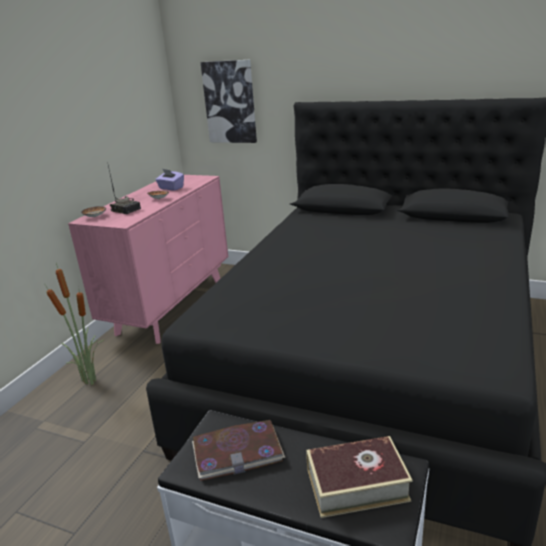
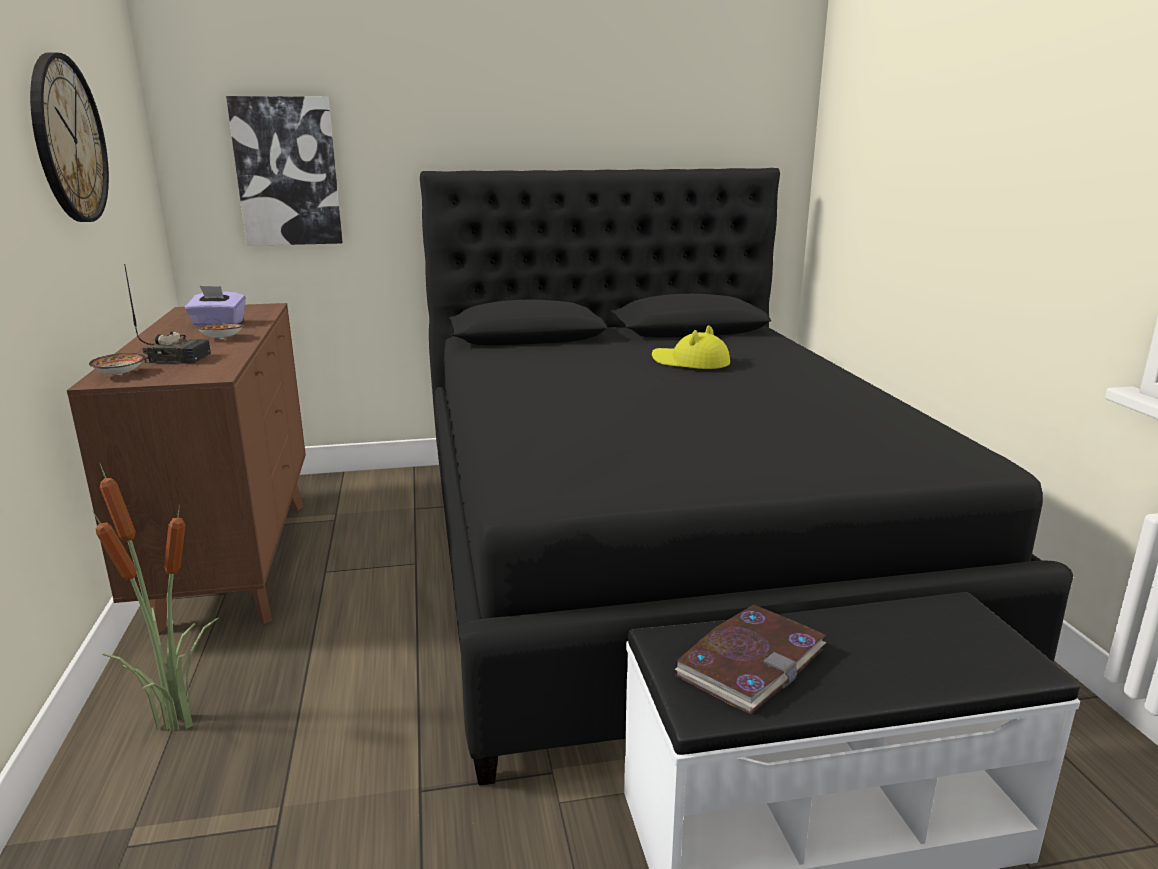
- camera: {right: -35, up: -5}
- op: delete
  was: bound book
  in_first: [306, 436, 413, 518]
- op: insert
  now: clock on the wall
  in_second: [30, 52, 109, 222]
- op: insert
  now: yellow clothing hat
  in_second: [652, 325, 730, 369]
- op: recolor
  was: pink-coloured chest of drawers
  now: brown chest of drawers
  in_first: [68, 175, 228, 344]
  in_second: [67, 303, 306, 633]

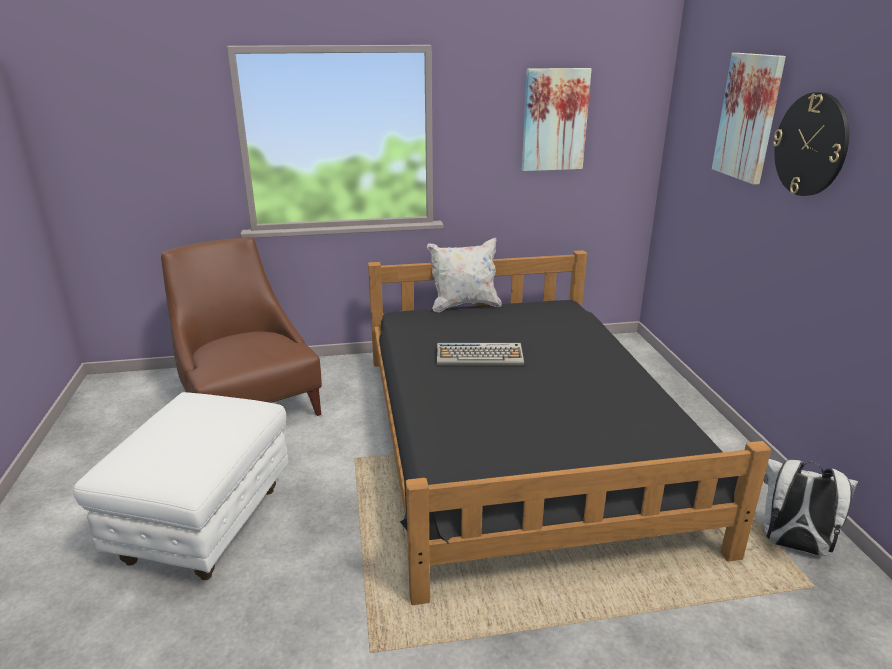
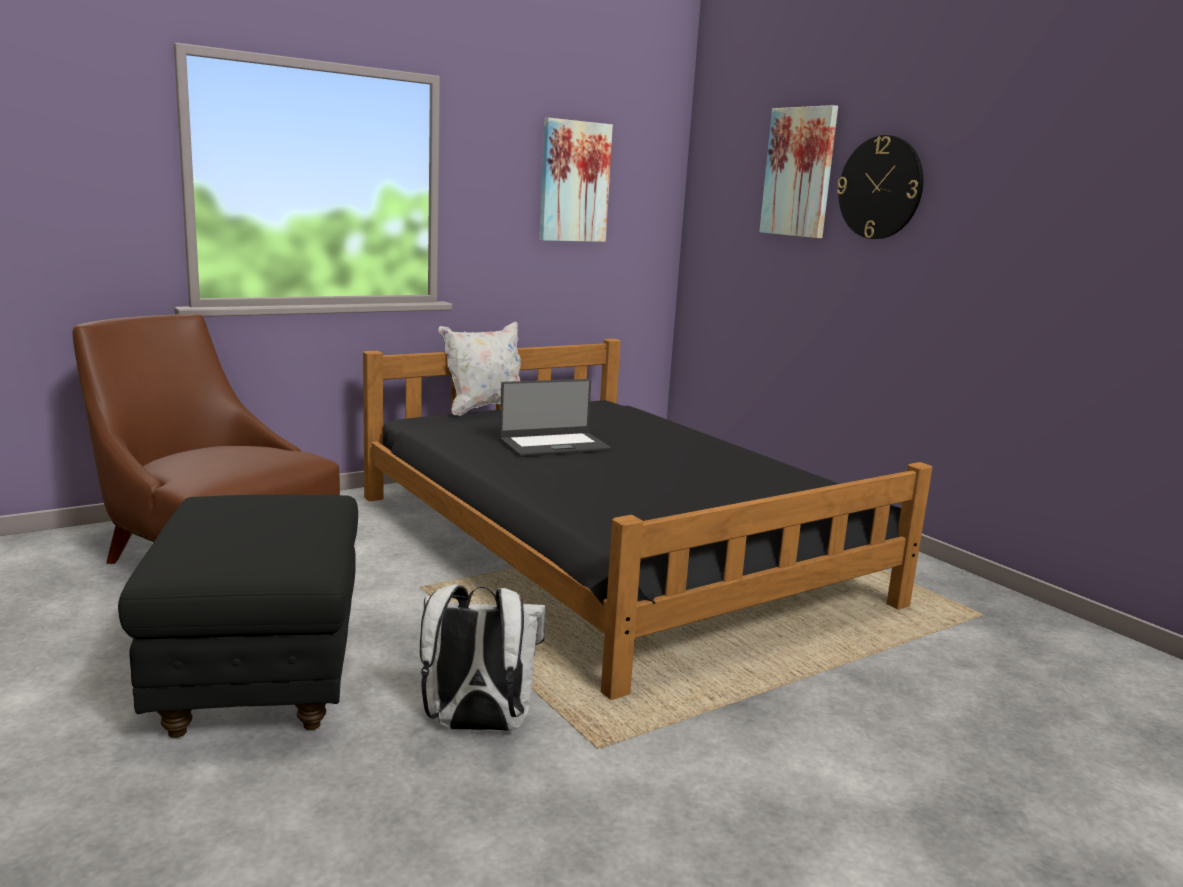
- camera: {right: -25, up: -10}
- op: move
  was: whitish knapsack
  in_first: [763, 459, 858, 556]
  in_second: [420, 584, 545, 731]
- op: replace
  was: computer keyboard
  now: laptop
  in_first: [437, 343, 524, 366]
  in_second: [500, 379, 611, 457]
- op: recolor
  was: whitish footrest
  now: black footrest
  in_first: [74, 392, 288, 580]
  in_second: [118, 495, 358, 738]

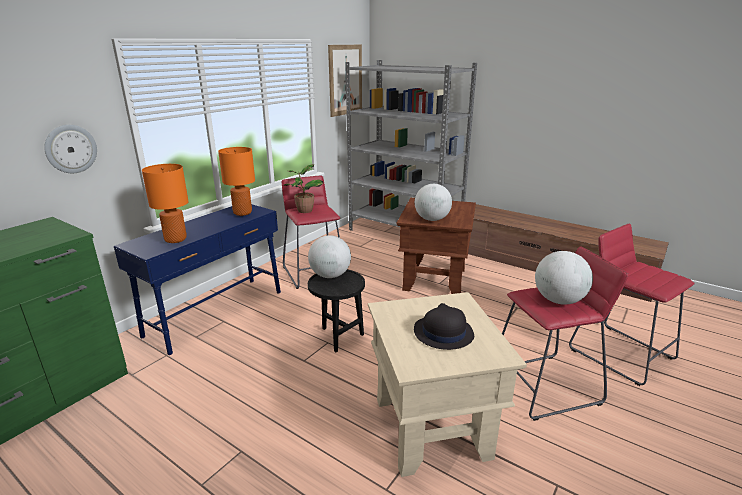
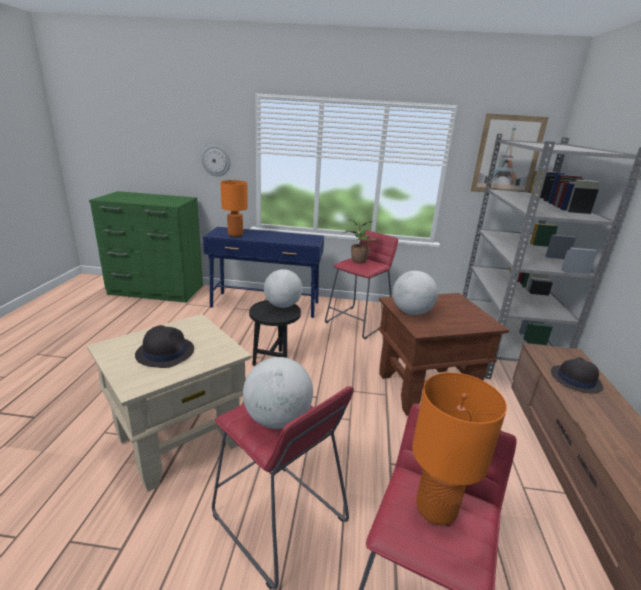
- camera: {right: 60, up: 0}
- op: insert
  now: black clothing hat
  in_second: [551, 357, 603, 393]
- op: move
  was: orangey tabletop lamp
  in_first: [218, 147, 255, 216]
  in_second: [412, 372, 507, 526]

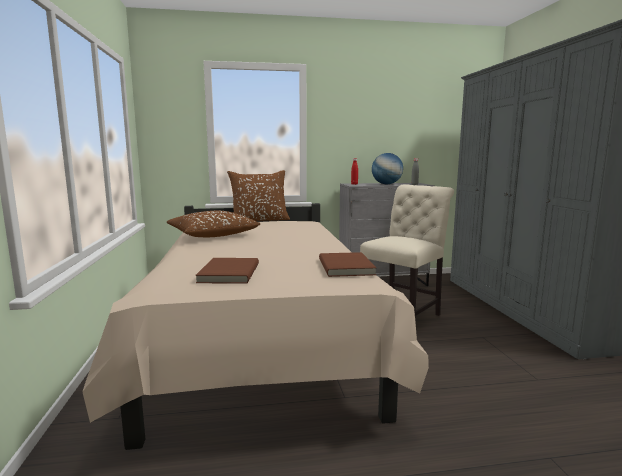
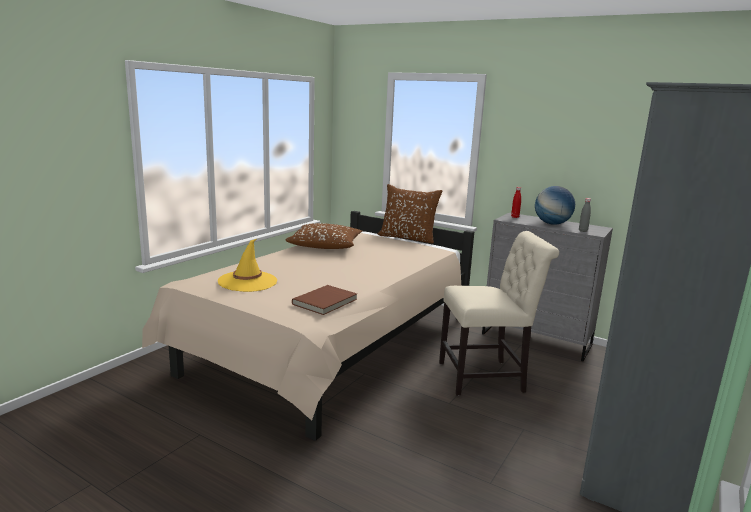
- camera: {right: 40, up: 5}
- op: replace
  was: brown bound book
  now: yellow clothing hat
  in_first: [195, 258, 259, 284]
  in_second: [218, 239, 277, 292]

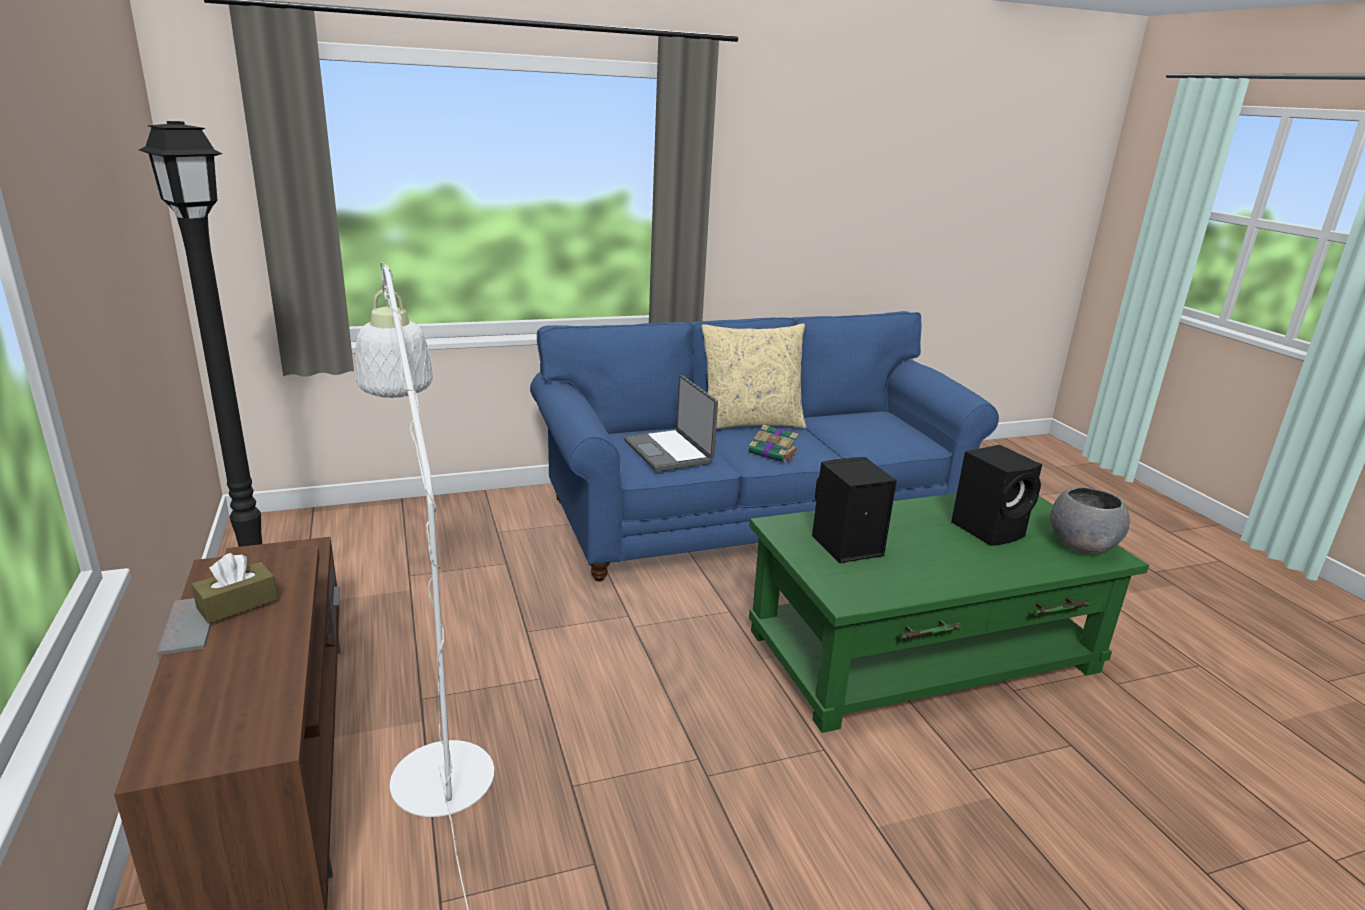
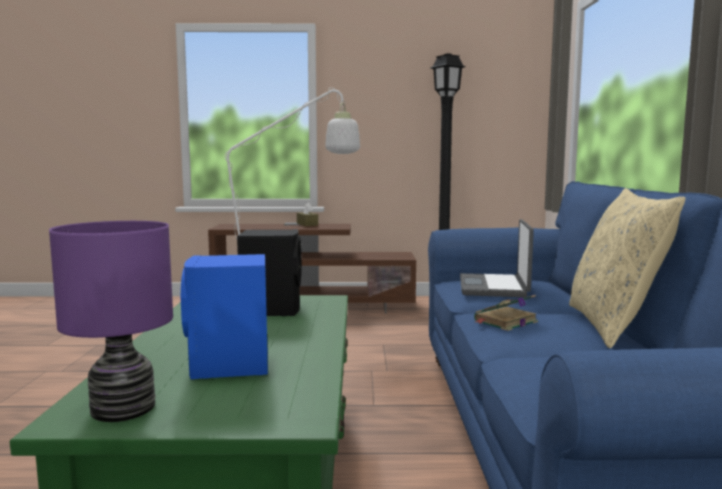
- camera: {right: 110, up: -15}
- op: replace
  was: grey bowl
  now: purple tabletop lamp
  in_first: [1050, 487, 1130, 555]
  in_second: [49, 221, 173, 422]
- op: recolor
  was: black audio speaker
  now: blue-coloured audio speaker
  in_first: [951, 445, 1042, 546]
  in_second: [181, 254, 268, 379]
- op: rotate
  was: laptop
  in_first: [624, 375, 718, 472]
  in_second: [460, 219, 534, 297]
  clockwise: -75

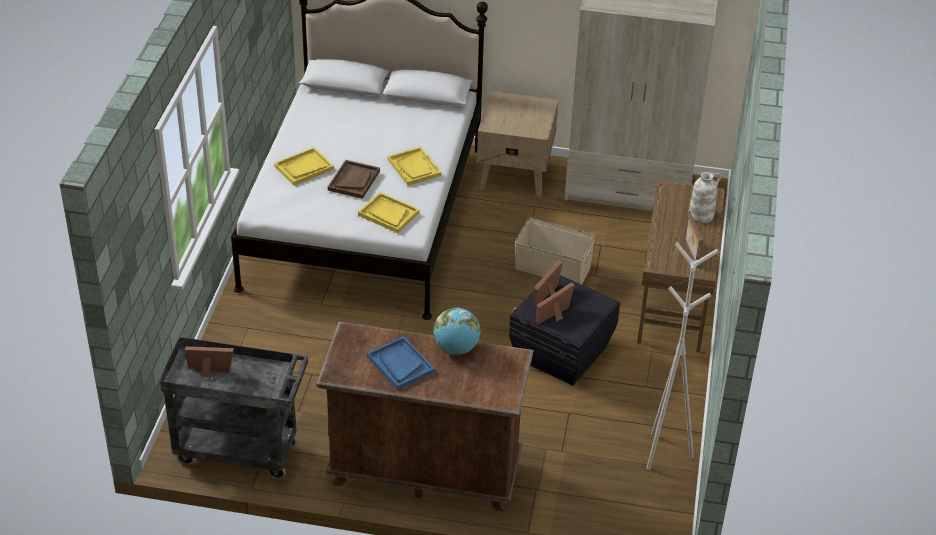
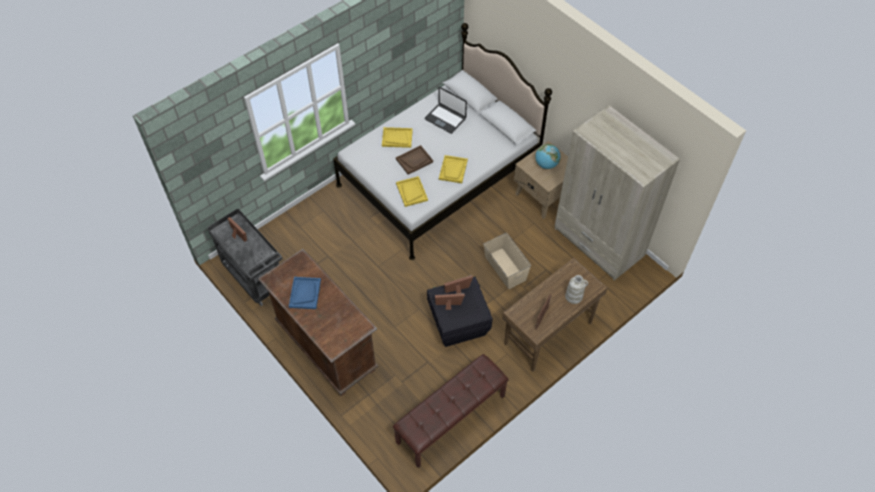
- camera: {right: 40, up: 15}
- op: insert
  now: laptop
  in_second: [425, 87, 467, 134]
- op: move
  was: desk globe
  in_first: [433, 308, 481, 355]
  in_second: [535, 144, 560, 169]
- op: replace
  was: grey garment rack
  now: brown long seat
  in_first: [646, 242, 719, 470]
  in_second: [393, 354, 509, 468]

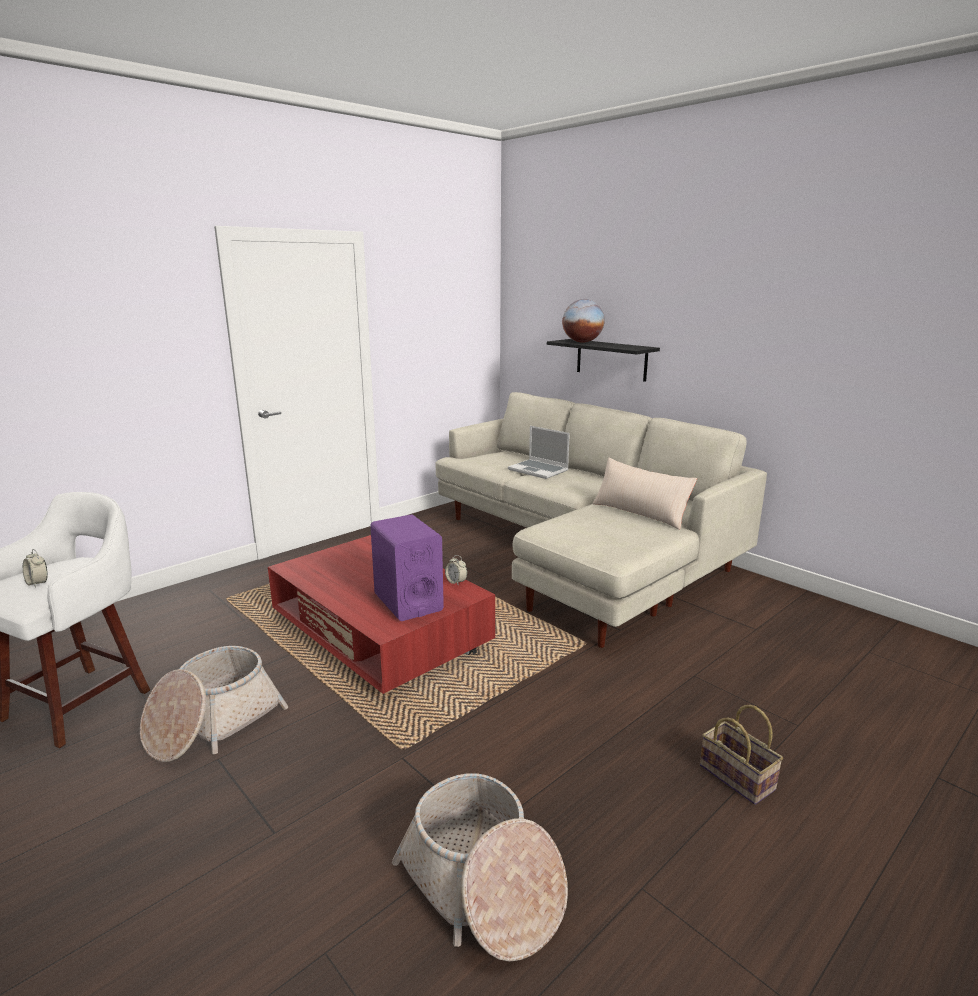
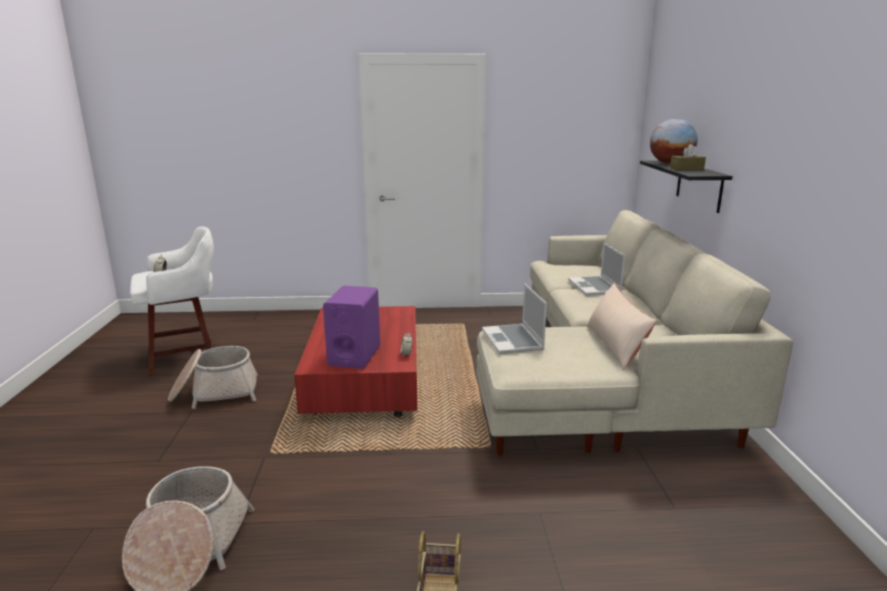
- camera: {right: 40, up: 0}
- op: insert
  now: laptop
  in_second: [482, 283, 547, 354]
- op: insert
  now: brown tissue box
  in_second: [670, 144, 706, 170]

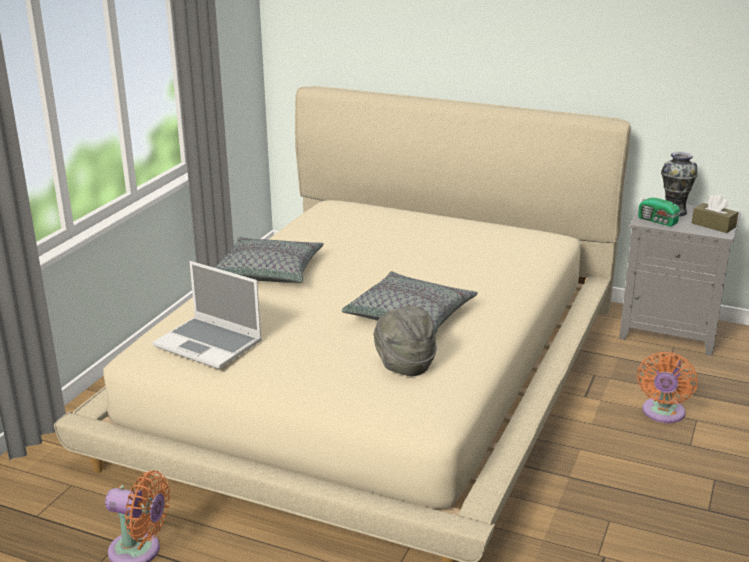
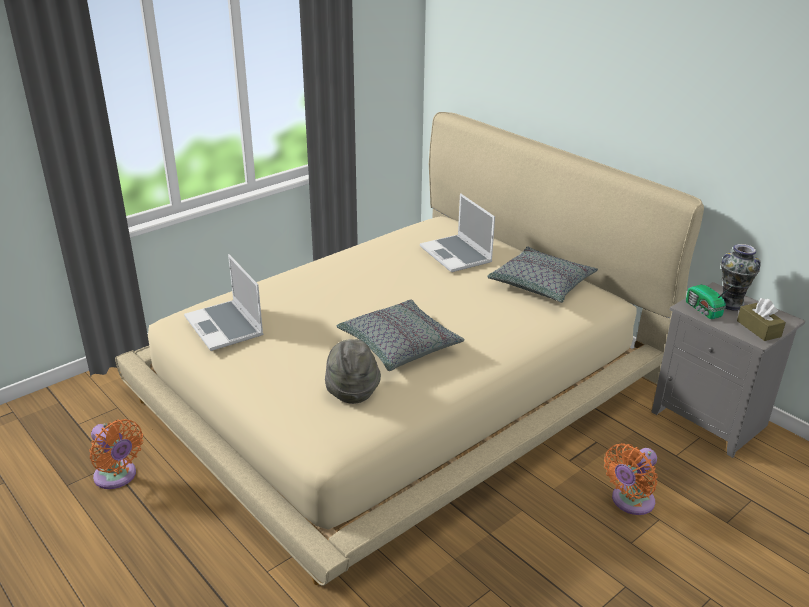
- camera: {right: 25, up: 5}
- op: insert
  now: laptop
  in_second: [420, 193, 495, 272]
- op: move
  was: grey throw pillow
  in_first: [215, 237, 324, 283]
  in_second: [487, 246, 598, 303]

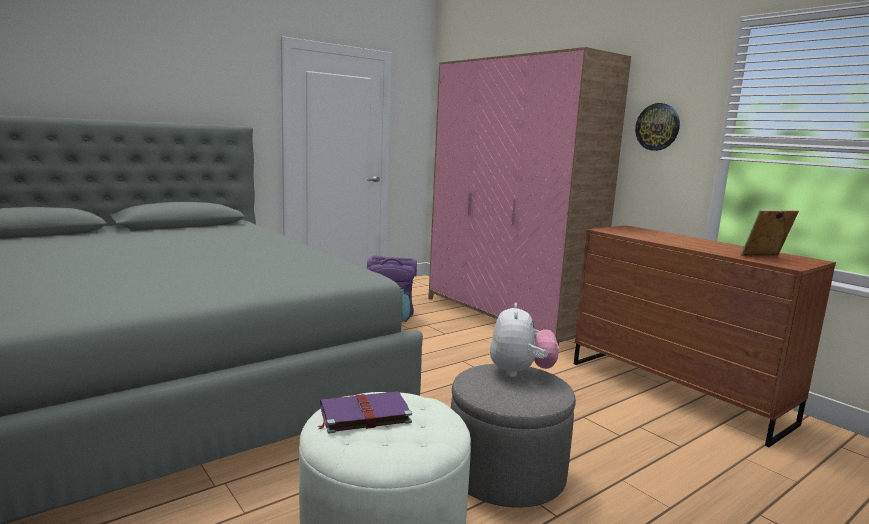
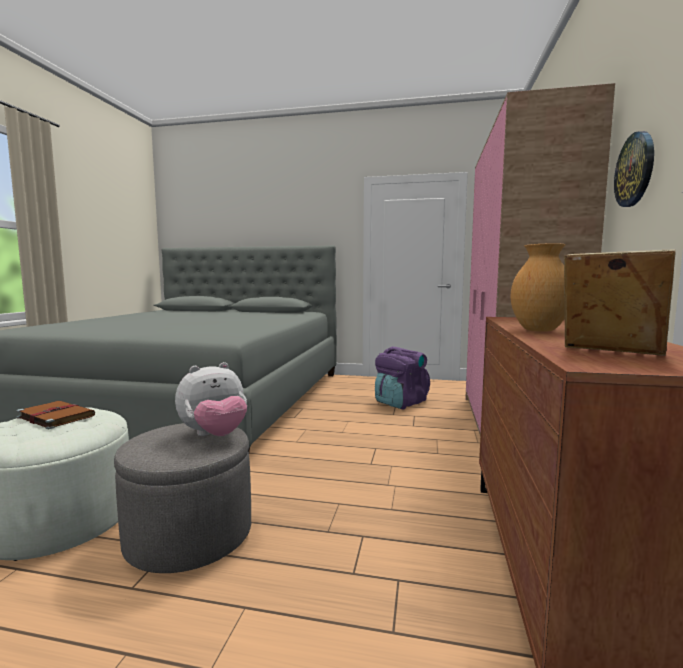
- camera: {right: 50, up: -5}
- op: insert
  now: brown decorative vase
  in_second: [511, 243, 566, 331]
- op: recolor
  was: purple bound book
  now: brown bound book
  in_first: [318, 391, 412, 434]
  in_second: [16, 401, 95, 429]

